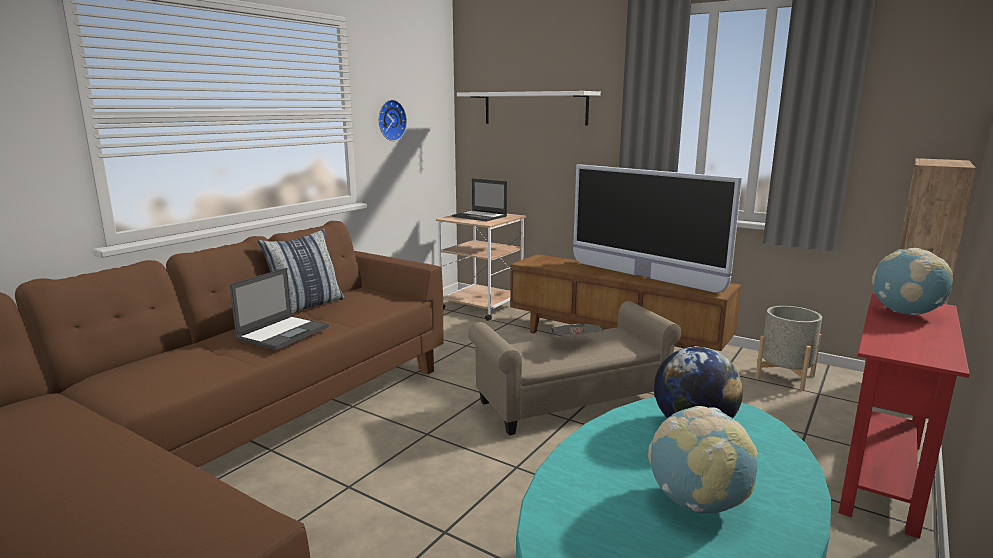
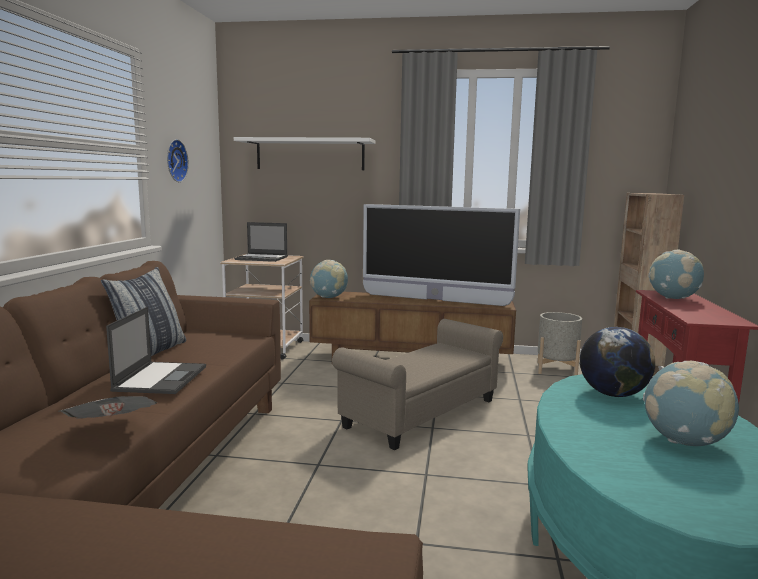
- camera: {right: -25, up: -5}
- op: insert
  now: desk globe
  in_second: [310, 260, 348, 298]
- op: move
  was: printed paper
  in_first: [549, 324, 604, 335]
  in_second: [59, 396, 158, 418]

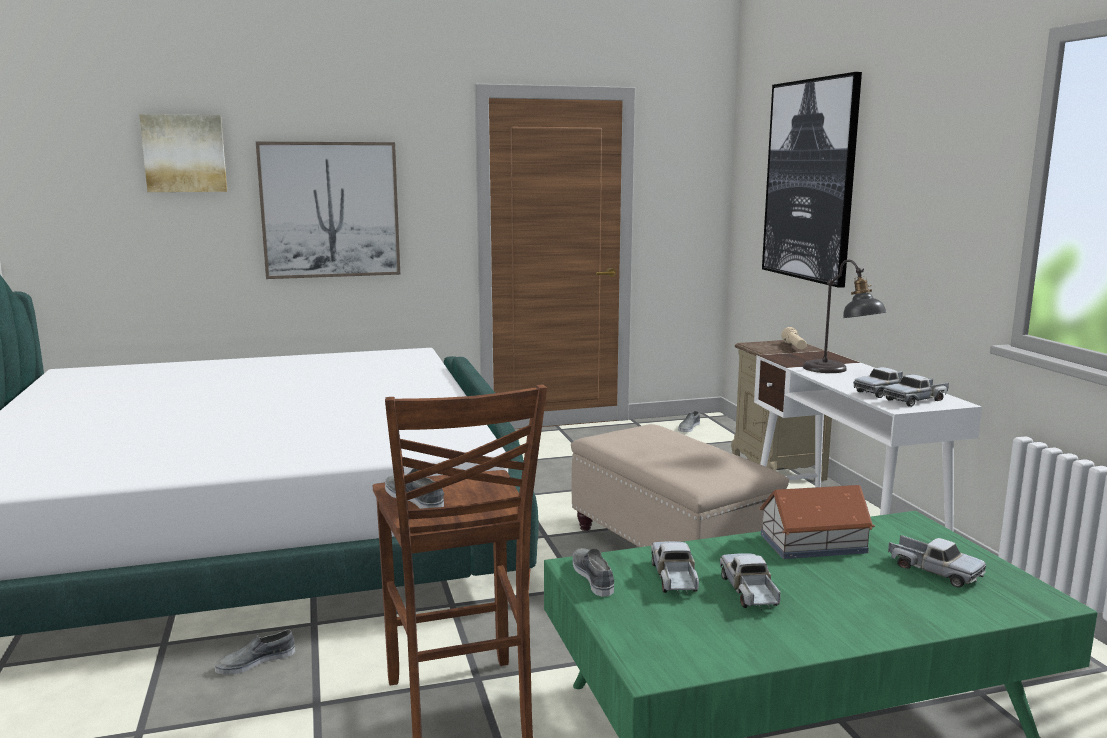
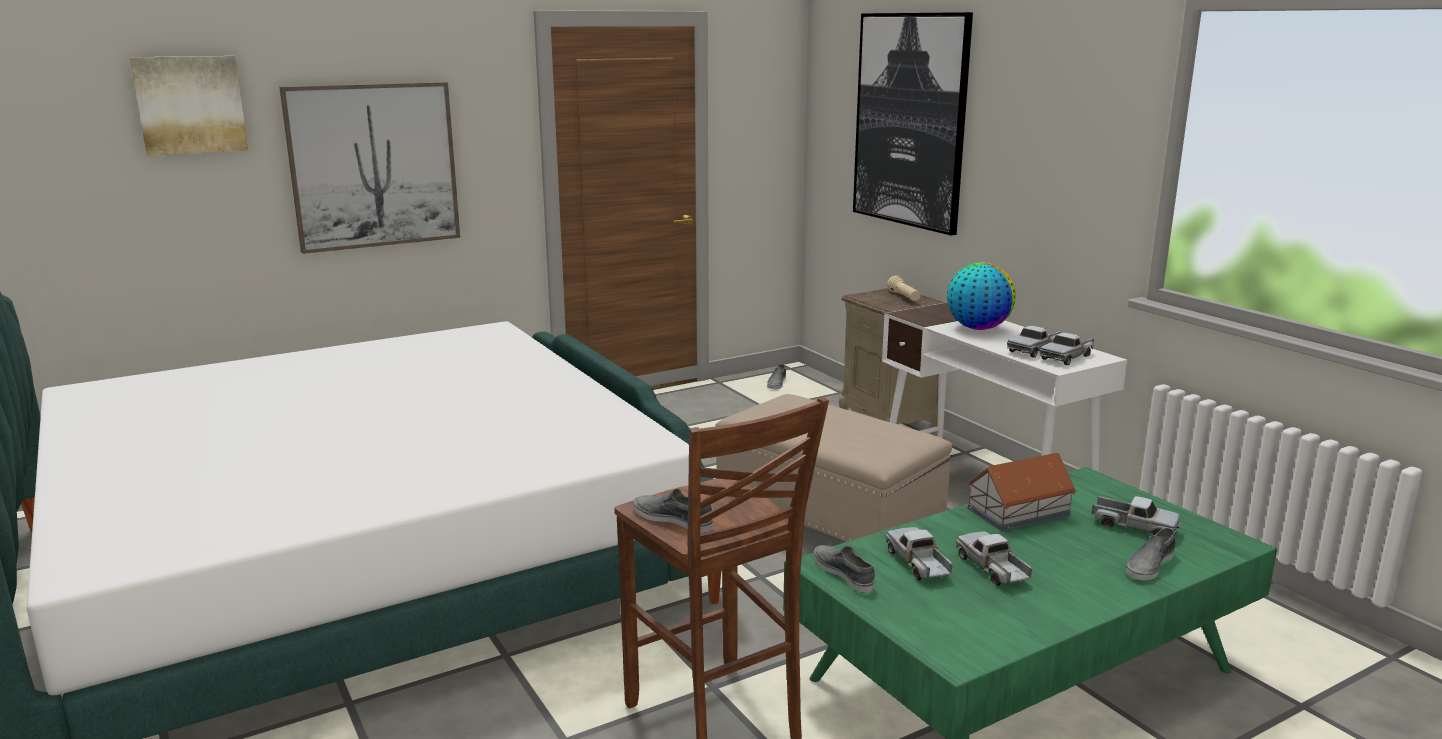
- camera: {right: -15, up: 5}
- op: move
  was: grey shoe
  in_first: [215, 630, 295, 675]
  in_second: [1126, 528, 1176, 580]
- op: replace
  was: grey tabletop lamp
  now: desk globe
  in_first: [803, 260, 886, 373]
  in_second: [947, 262, 1016, 330]

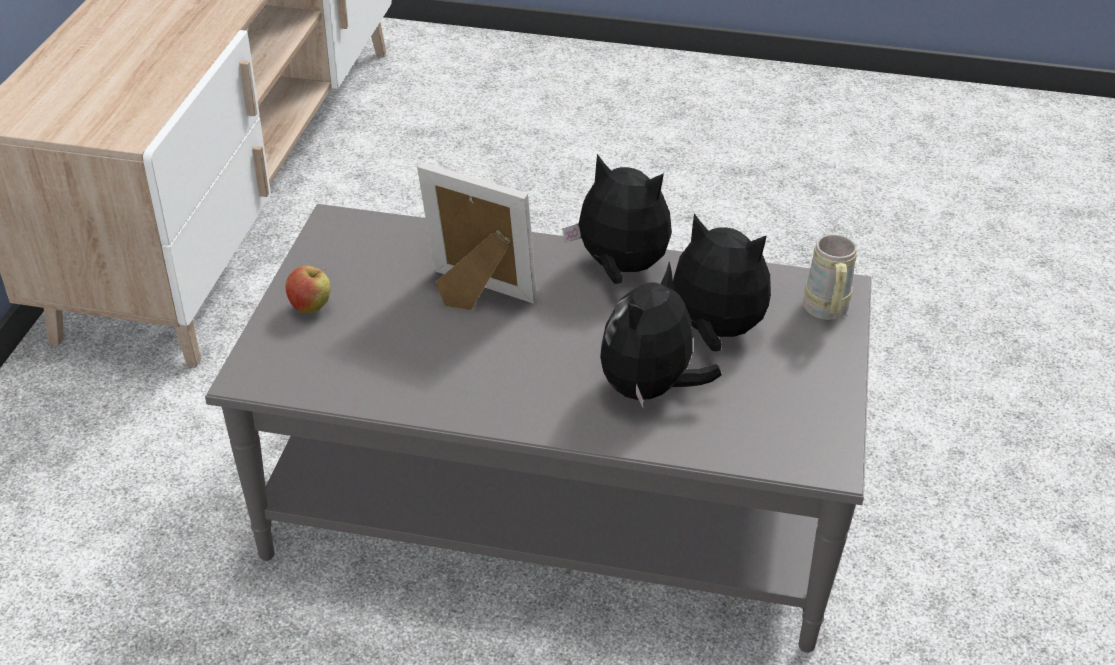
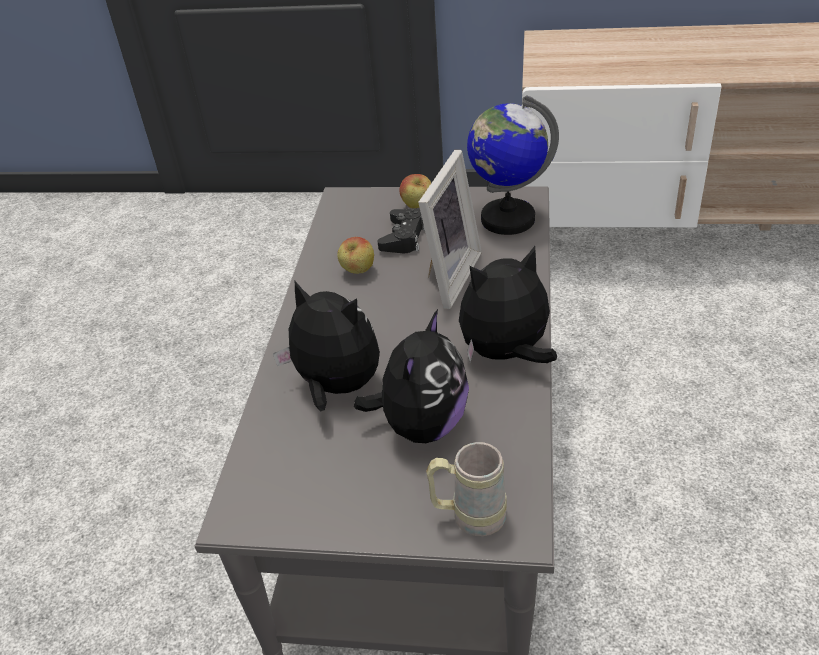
- camera: {right: 90, up: 0}
- op: insert
  now: apple
  in_second: [337, 237, 374, 274]
- op: insert
  now: black gamepad
  in_second: [378, 208, 425, 253]
- op: insert
  now: desk globe
  in_second: [467, 95, 559, 235]
- op: rotate
  was: cuddly toy
  in_first: [562, 154, 672, 284]
  in_second: [459, 246, 557, 363]
  clockwise: -135

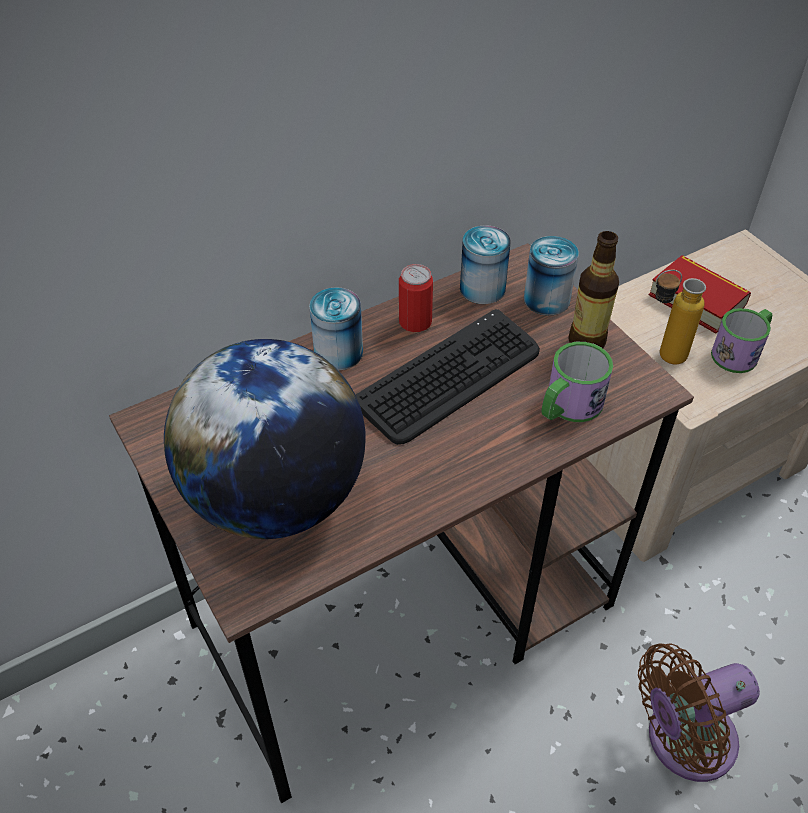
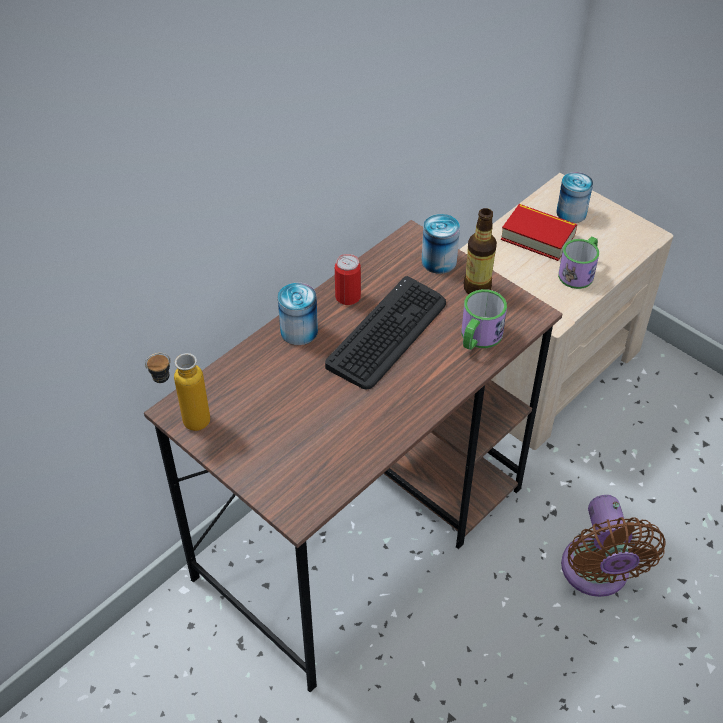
- camera: {right: -15, up: 0}
- op: delete
  was: desk globe
  in_first: [164, 339, 366, 539]
- op: move
  was: can
  in_first: [460, 225, 511, 304]
  in_second: [557, 172, 593, 223]
- op: move
  was: drink bottle
  in_first: [655, 270, 706, 365]
  in_second: [145, 353, 210, 431]
- op: rotate
  was: brown fan
  in_first: [638, 643, 760, 782]
  in_second: [561, 495, 665, 597]
  clockwise: -60

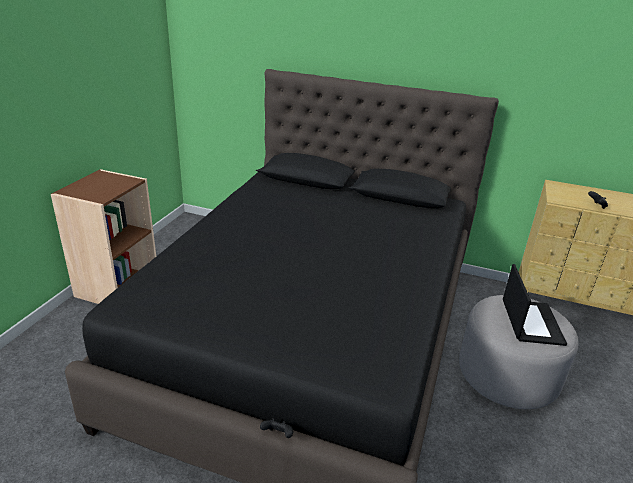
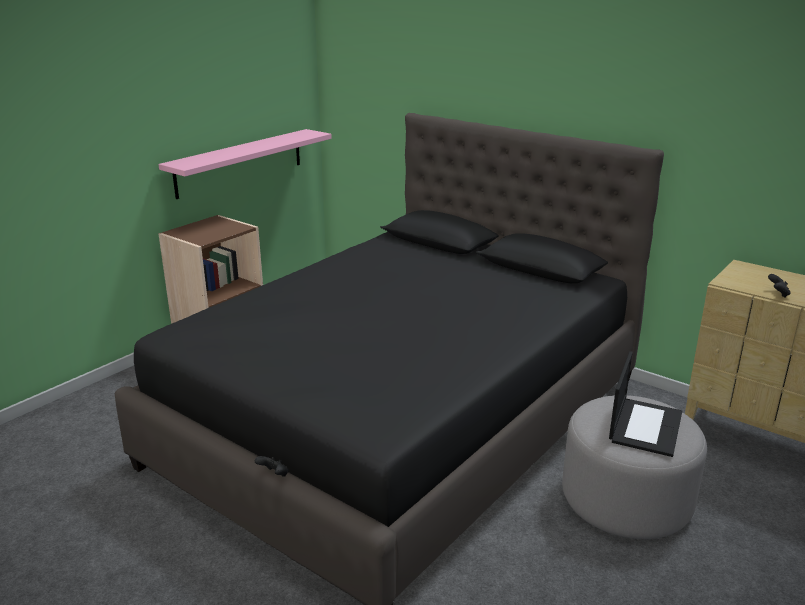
- camera: {right: 20, up: -5}
- op: insert
  now: pink-coloured shelf
  in_second: [158, 129, 332, 199]

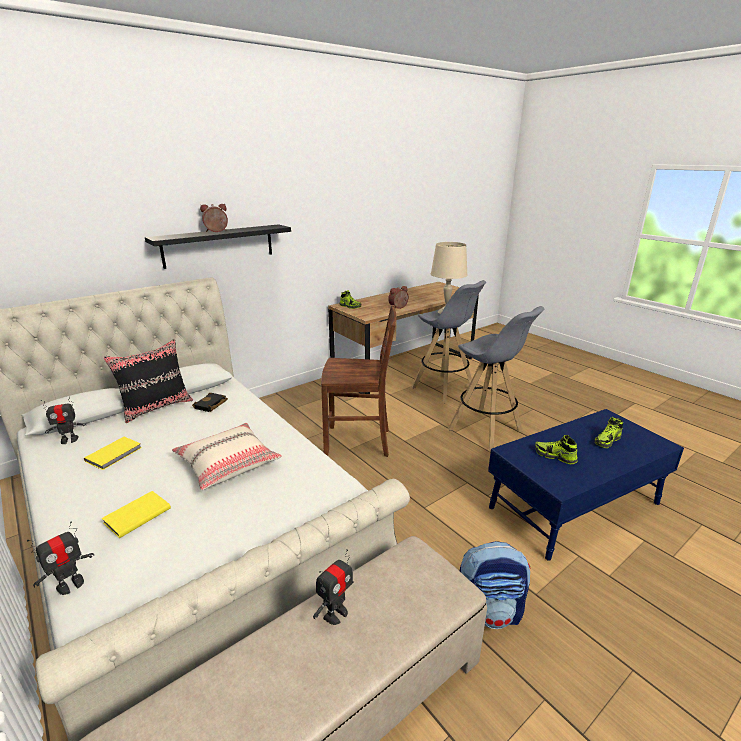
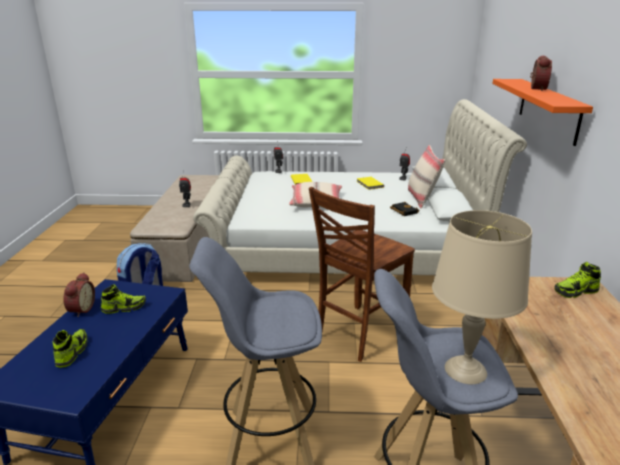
- camera: {right: 130, up: 0}
- op: move
  was: bedside clock
  in_first: [388, 286, 409, 309]
  in_second: [63, 272, 95, 317]
- op: recolor
  was: black throw pillow
  now: beige-coloured throw pillow
  in_first: [103, 339, 193, 423]
  in_second: [408, 145, 445, 209]
- op: recolor
  was: black shelf
  now: orangey shelf
  in_first: [145, 224, 291, 269]
  in_second: [492, 79, 593, 146]

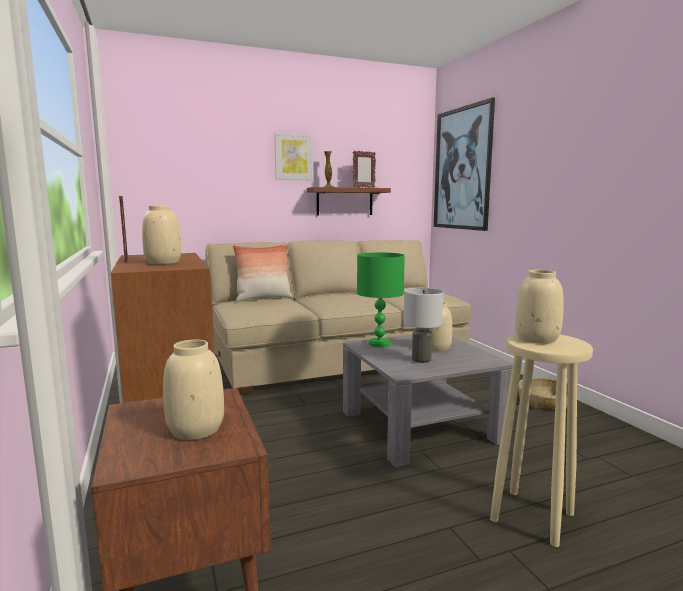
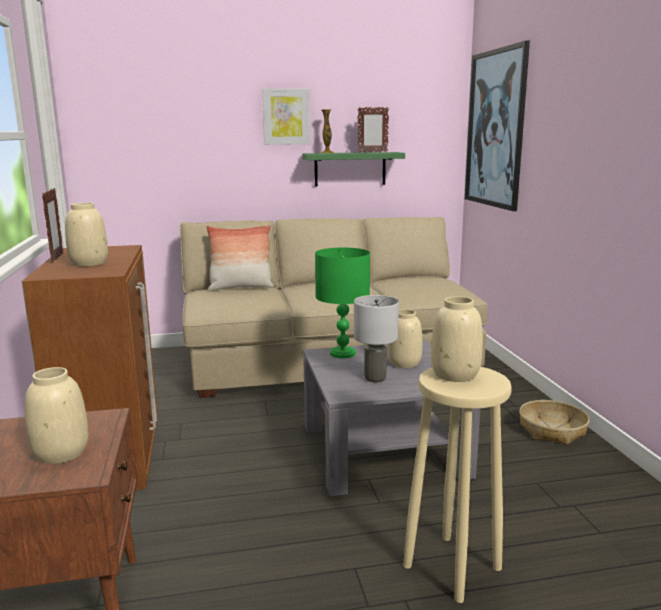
- camera: {right: 10, up: 5}
- op: recolor
  was: brown shelf
  now: greenish shelf
  in_first: [307, 187, 391, 215]
  in_second: [302, 152, 405, 186]

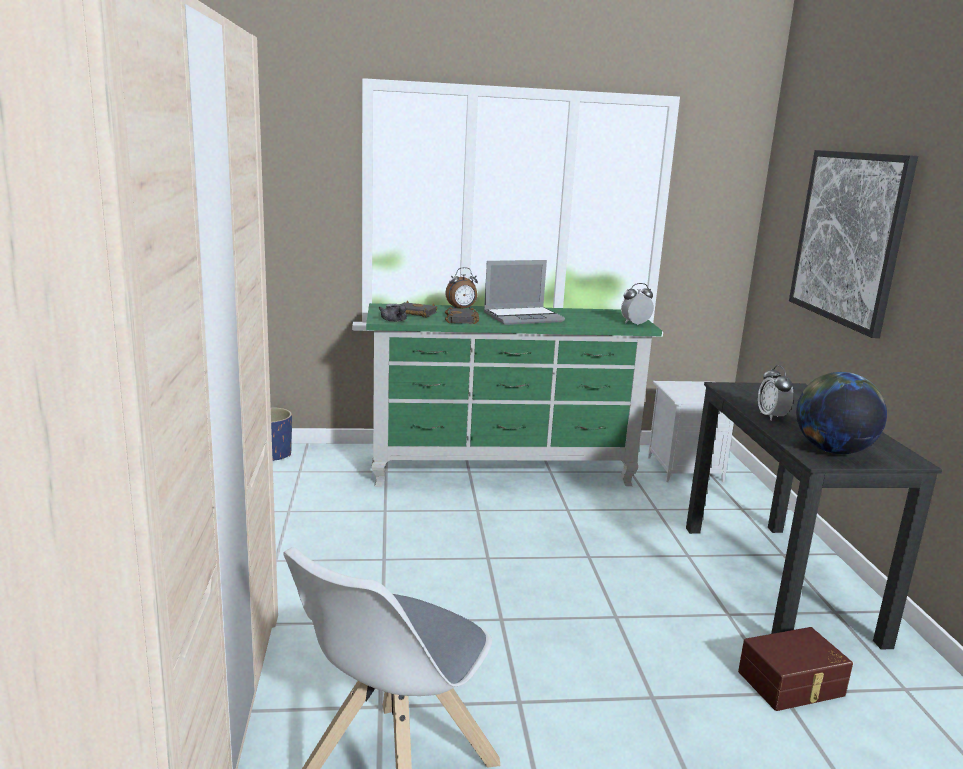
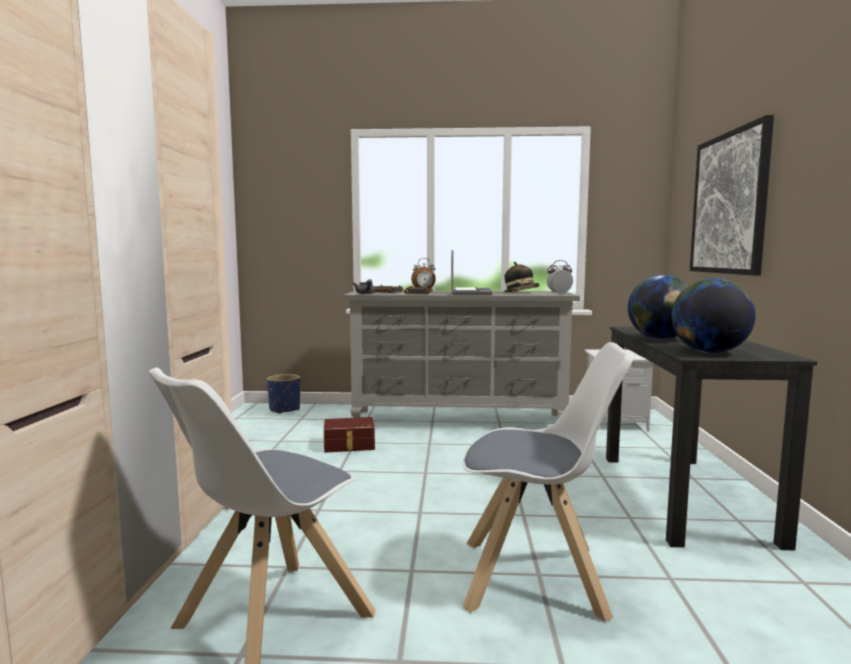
- camera: {right: 10, up: -10}
- op: insert
  now: plain chair
  in_second: [462, 342, 635, 622]
- op: insert
  now: clothing hat
  in_second: [504, 262, 540, 293]
- op: move
  was: brown storage container
  in_first: [738, 627, 853, 711]
  in_second: [324, 417, 375, 453]
- op: replace
  was: bedside clock
  now: desk globe
  in_first: [758, 365, 794, 421]
  in_second: [628, 275, 689, 339]
- op: recolor
  was: greenish chest of drawers
  now: grey chest of drawers
  in_first: [366, 303, 662, 487]
  in_second: [343, 291, 580, 420]
- op: rotate
  was: laptop
  in_first: [484, 260, 565, 325]
  in_second: [451, 250, 493, 295]
  clockwise: -75

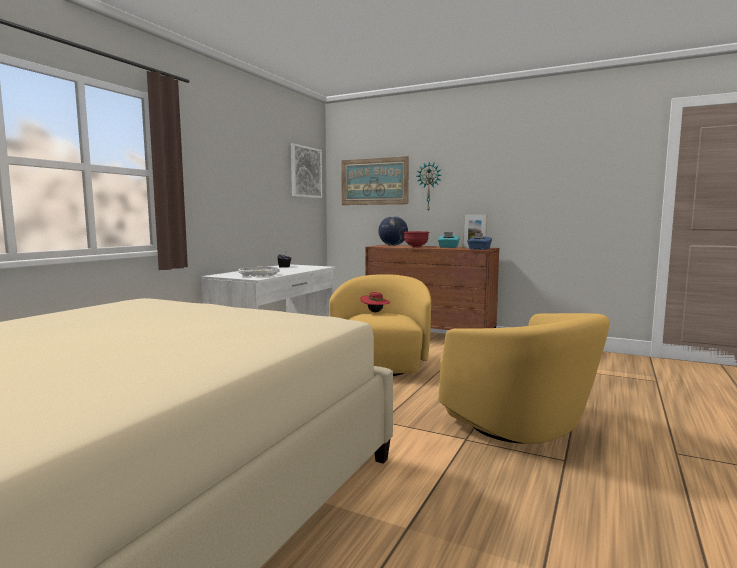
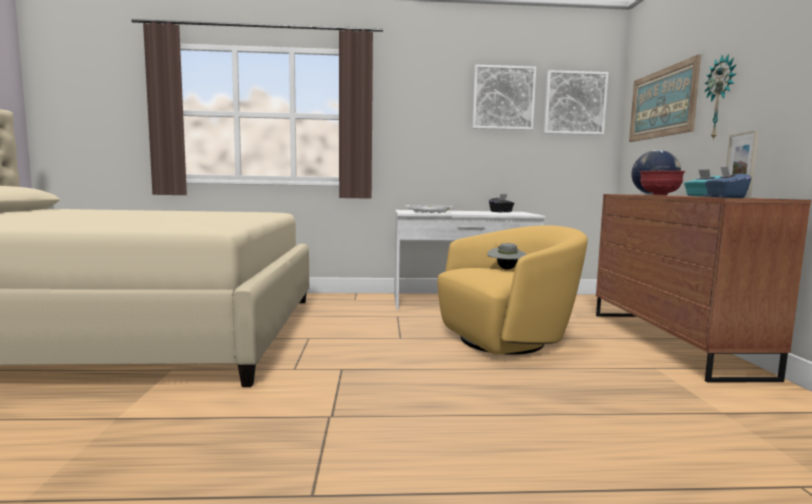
- camera: {right: 60, up: 0}
- op: delete
  was: yellow lounge chair
  in_first: [439, 313, 610, 444]
- op: insert
  now: picture
  in_second: [472, 65, 536, 130]
- op: recolor
  was: red clothing hat
  now: grey clothing hat
  in_first: [360, 292, 390, 312]
  in_second: [487, 243, 527, 269]

